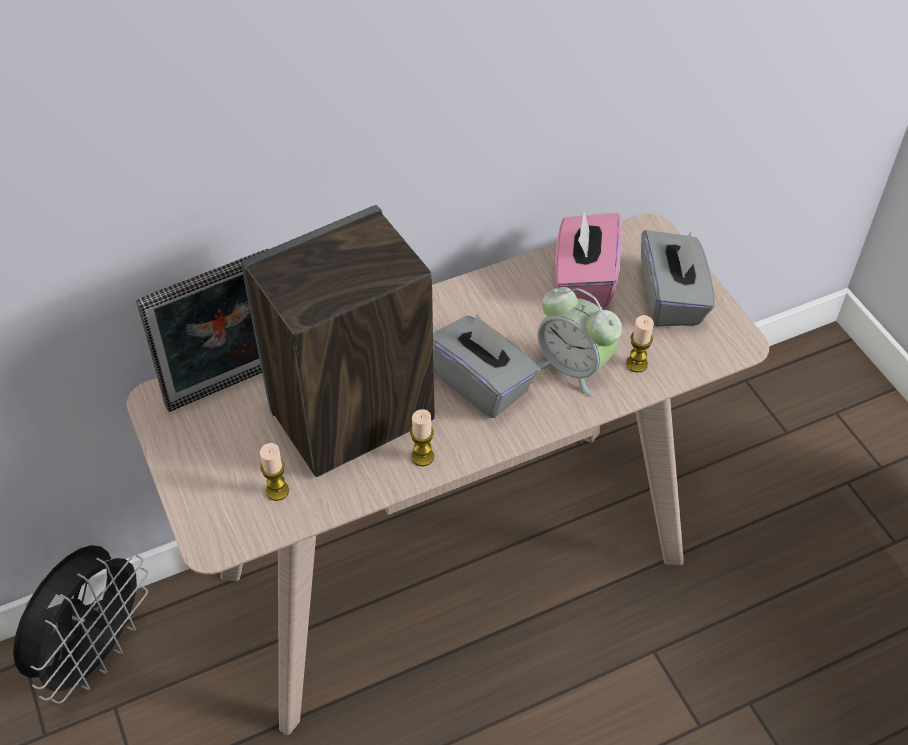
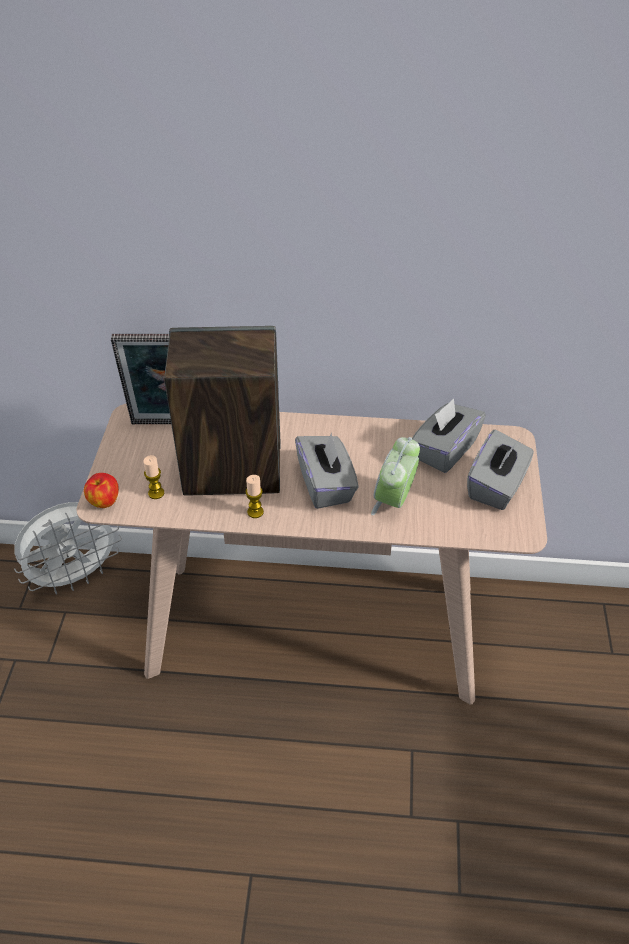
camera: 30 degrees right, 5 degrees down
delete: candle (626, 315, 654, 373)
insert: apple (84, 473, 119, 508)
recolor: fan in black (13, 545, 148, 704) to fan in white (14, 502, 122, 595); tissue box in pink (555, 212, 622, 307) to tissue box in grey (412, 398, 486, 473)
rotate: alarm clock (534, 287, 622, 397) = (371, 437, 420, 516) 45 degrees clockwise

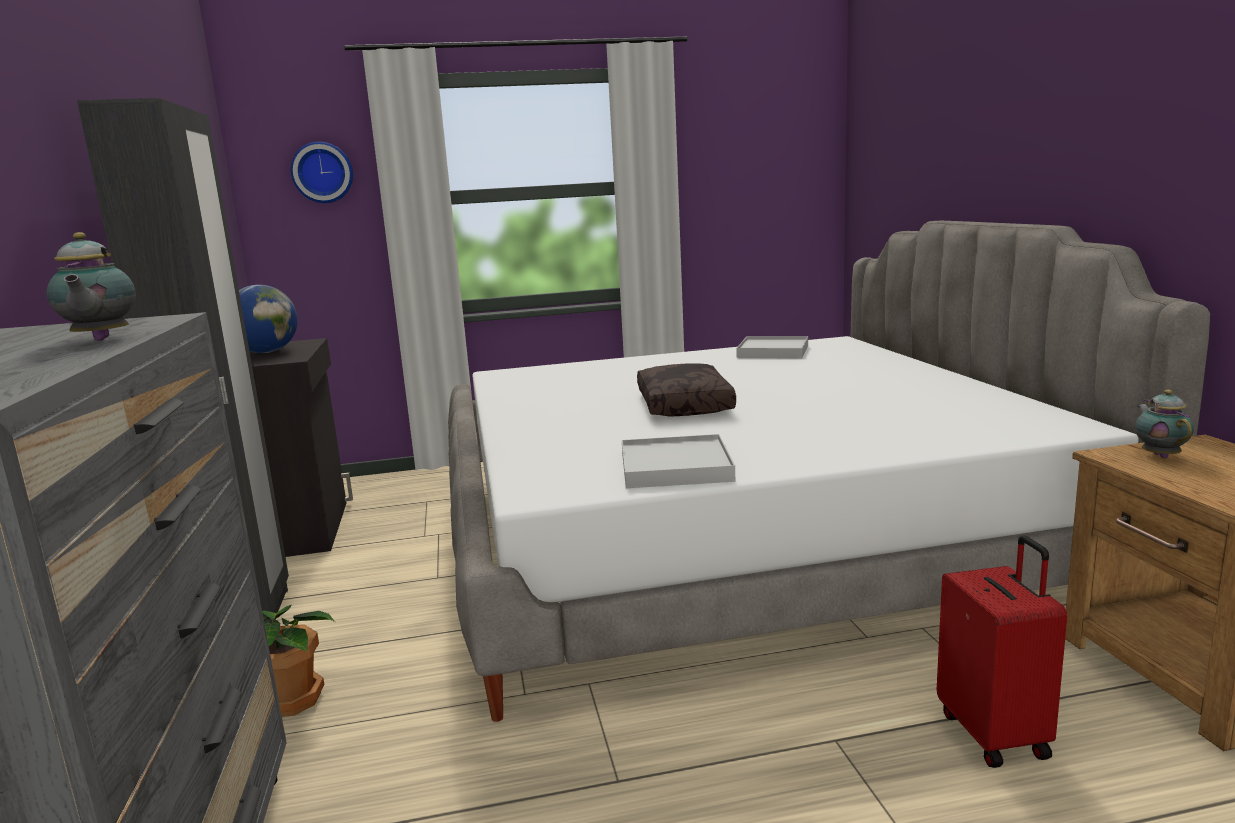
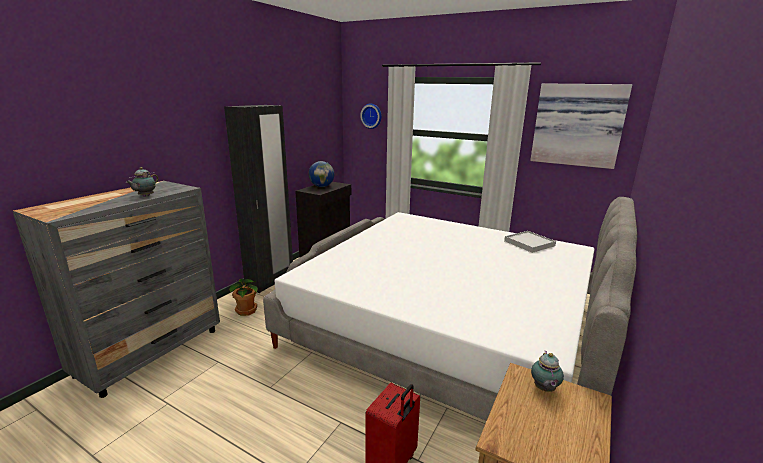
camera: 40 degrees right, 5 degrees up
delete: tray in white (622, 434, 735, 488); pillow in brown (637, 363, 736, 417)
insert: picture (530, 83, 632, 169)
rotate: teapot (1135, 390, 1194, 458) = (531, 350, 564, 392) 150 degrees clockwise

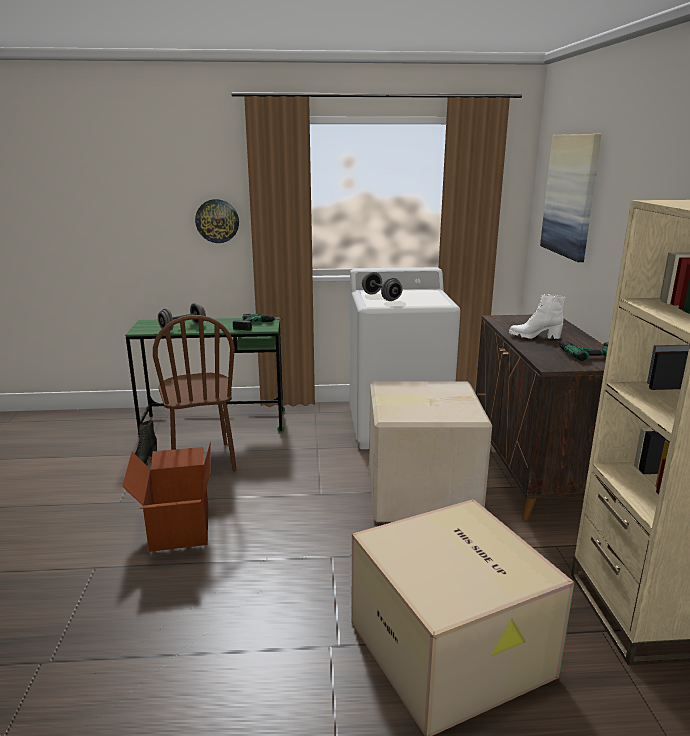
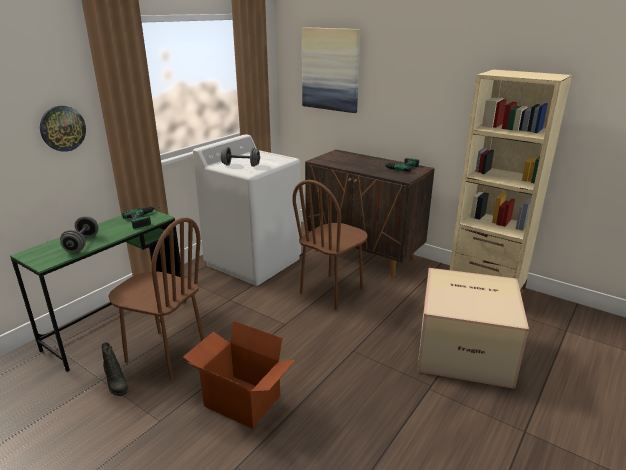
camera: 50 degrees left, 5 degrees up
delete: boot in white (509, 294, 565, 339)
replace: cardboard box (369, 381, 492, 522) to chair in brown (292, 180, 368, 310)

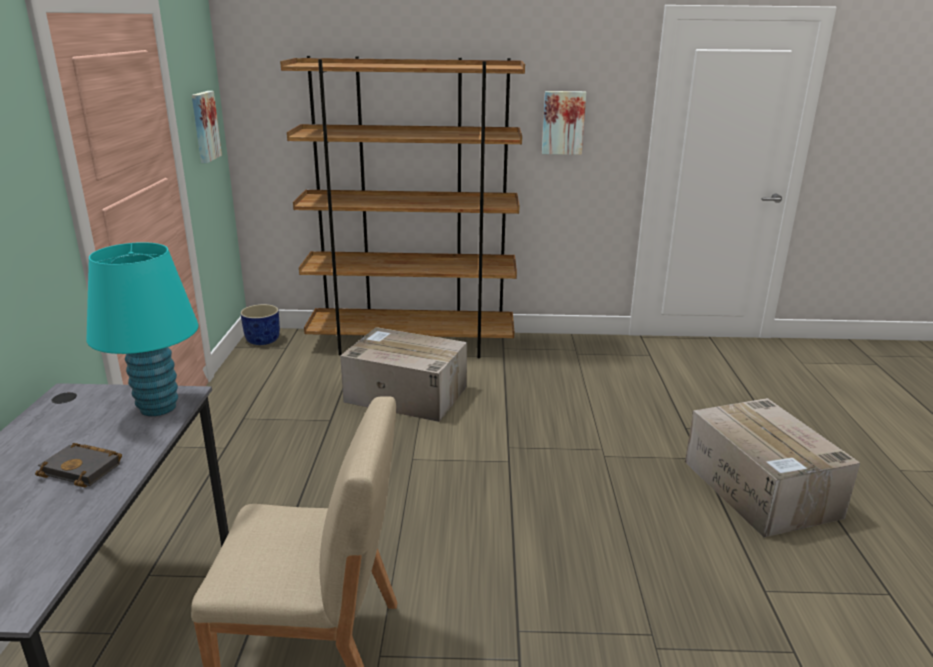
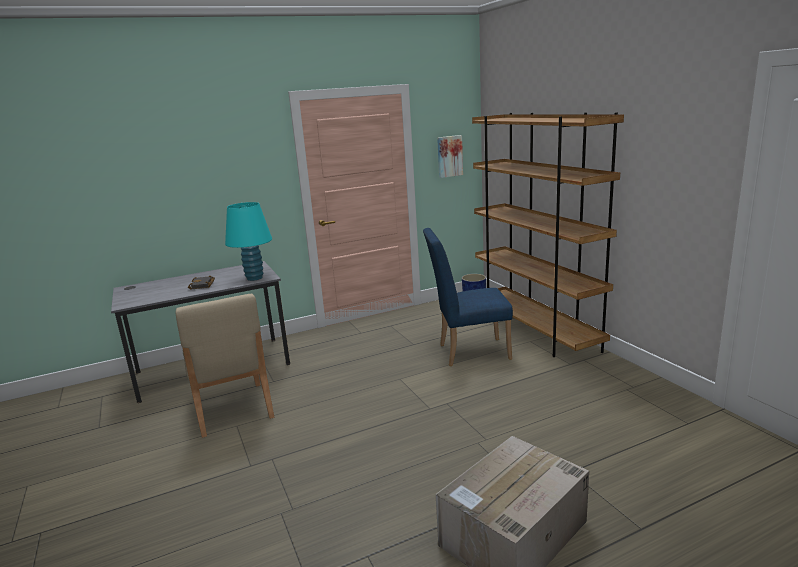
camera: 65 degrees right, 5 degrees down
delete: picture (542, 91, 586, 155)
replace: cardboard box (340, 327, 467, 422) to chair in blue (423, 228, 513, 366)

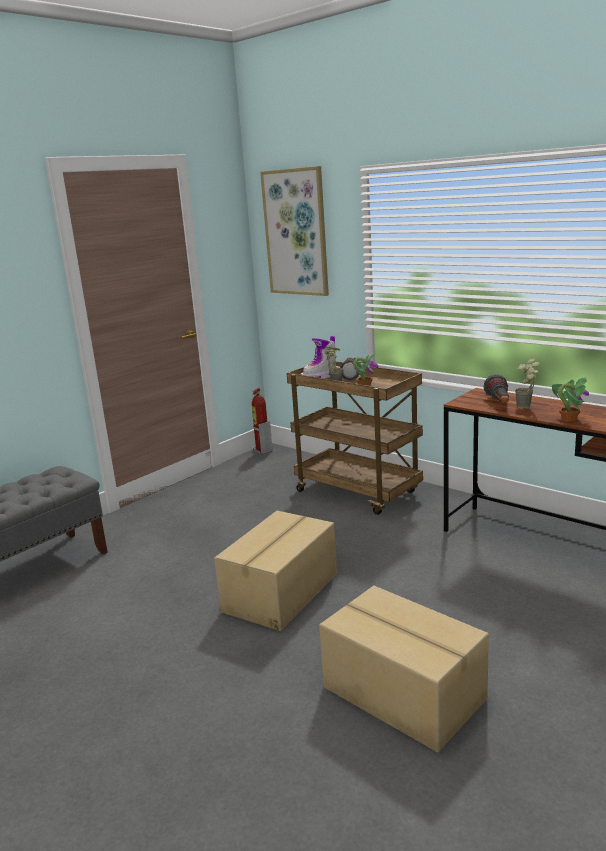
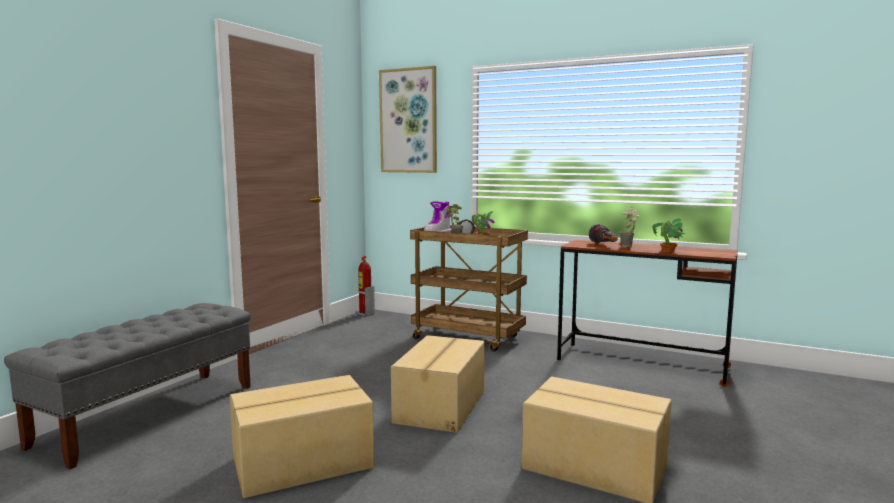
camera: 15 degrees left, 10 degrees down
insert: cardboard box (230, 375, 374, 498)

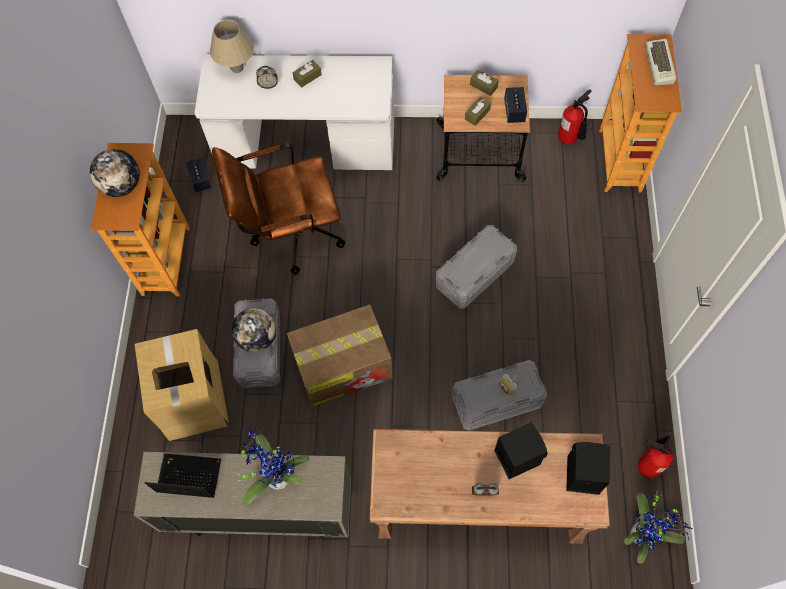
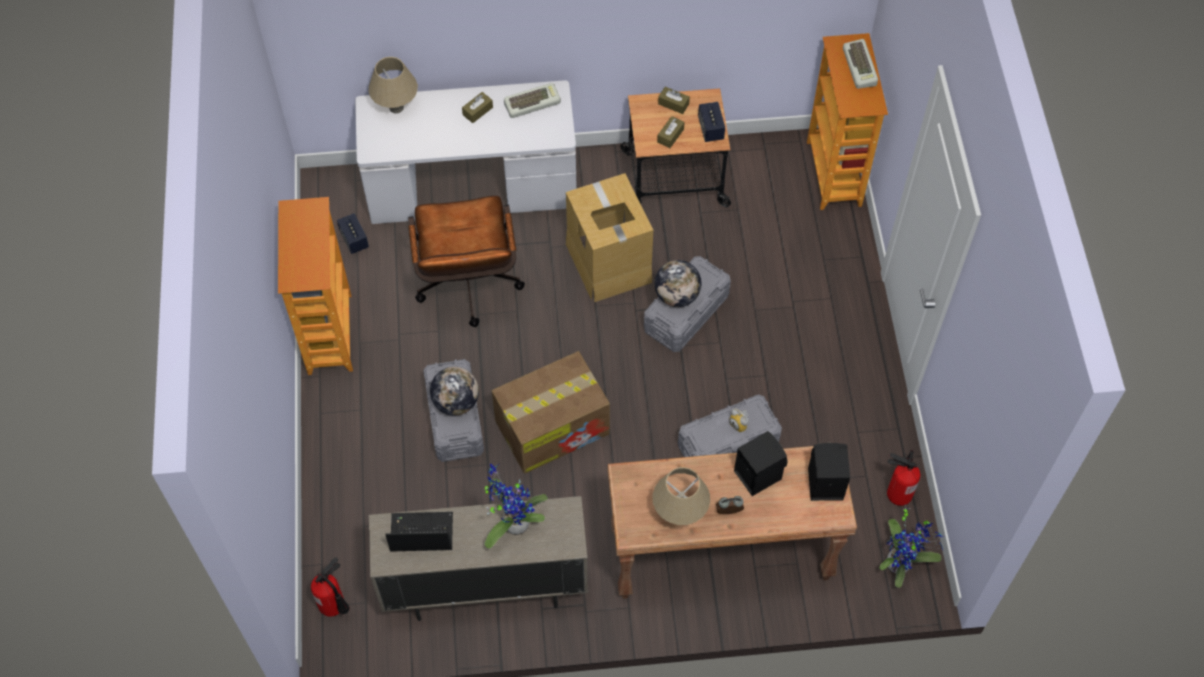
camera: 10 degrees left, 5 degrees down
delete: alarm clock (256, 66, 278, 89)
insert: keyboard (504, 83, 561, 118); table lamp in beige (652, 467, 710, 525)
move: fire extinguisher (558, 89, 591, 145) to (311, 558, 350, 617); cardboard box (135, 329, 229, 441) to (566, 173, 653, 302); globe (90, 149, 140, 197) to (654, 260, 702, 307)
rotate: office chair in brown (212, 143, 345, 275) = (408, 196, 525, 327) 75 degrees counterclockwise

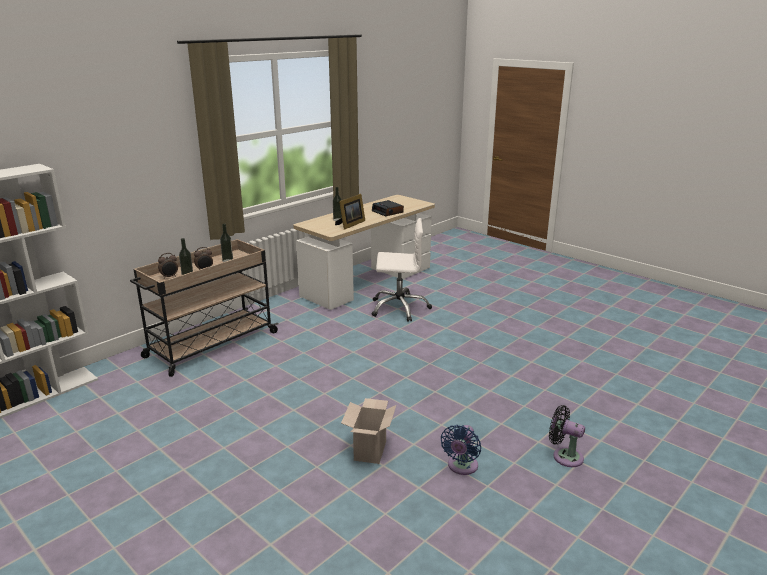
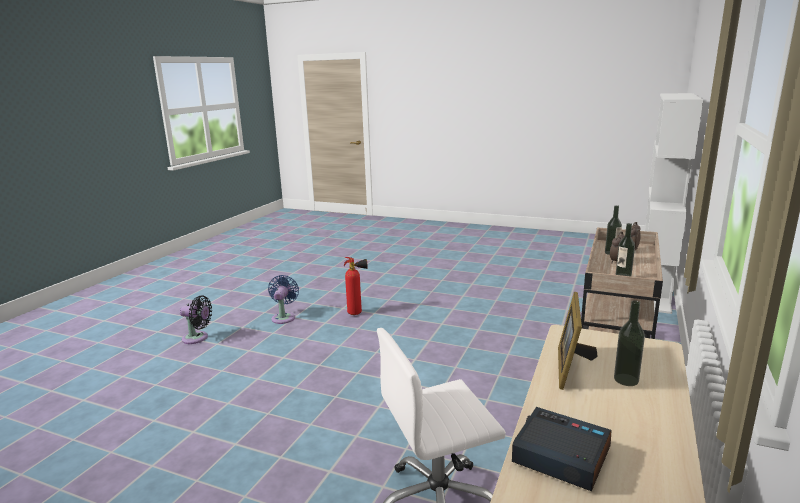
camera: 160 degrees right, 5 degrees down
replace: cardboard box (341, 398, 396, 464) to fire extinguisher (344, 257, 368, 315)

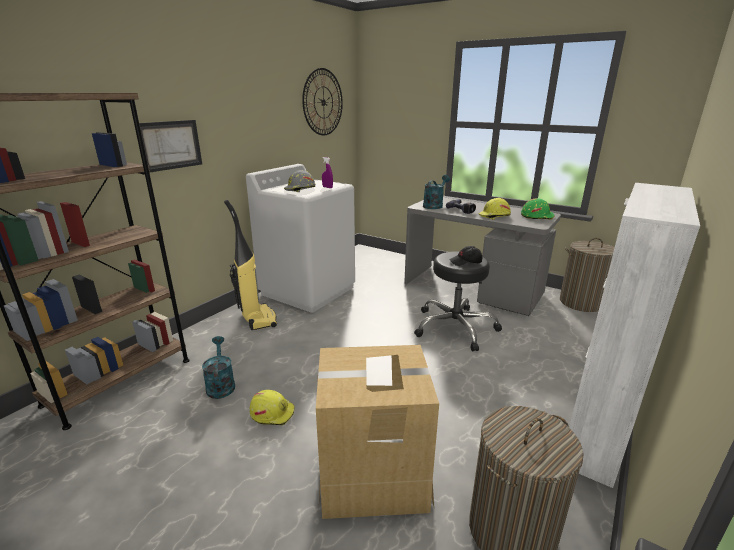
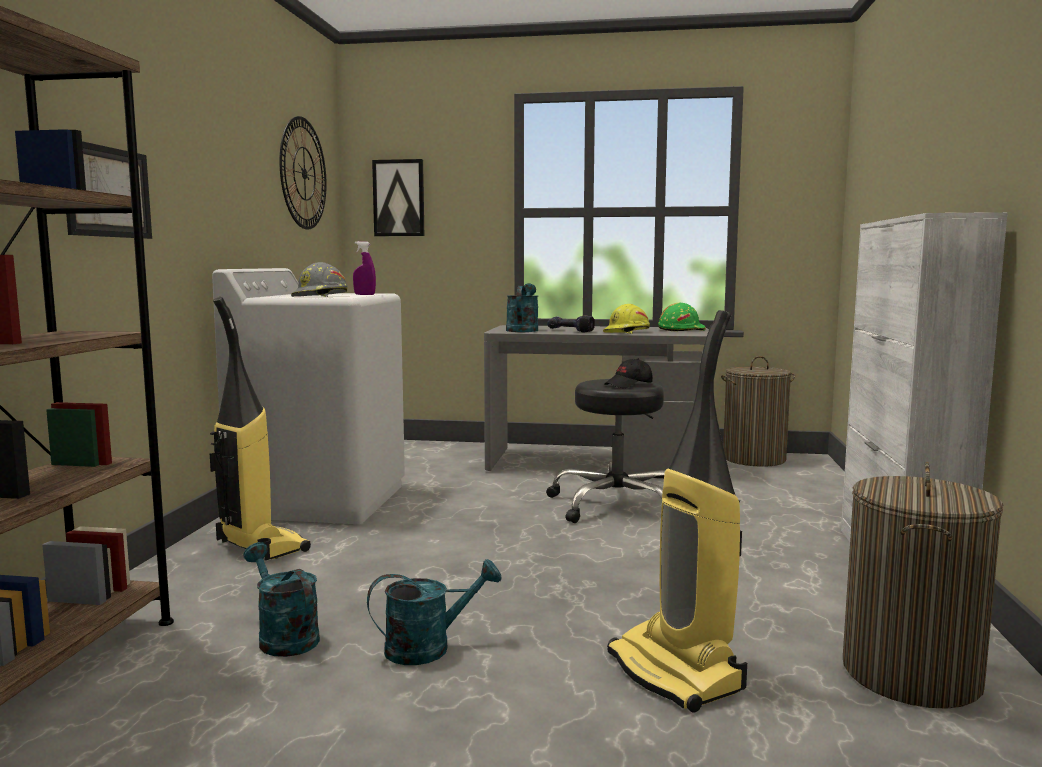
camera: 25 degrees left, 15 degrees down
insert: picture (372, 159, 424, 236)
replace: hard hat in yellow (250, 390, 294, 426) to watering can in turquoise (367, 559, 502, 665); cardboard box (316, 345, 439, 519) to vacuum cleaner (607, 310, 747, 713)

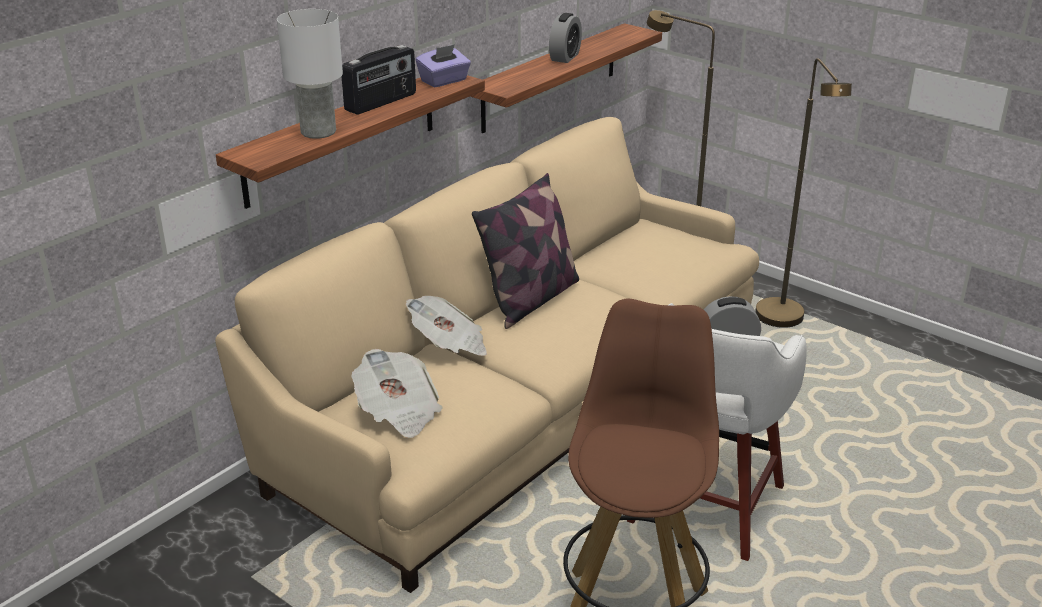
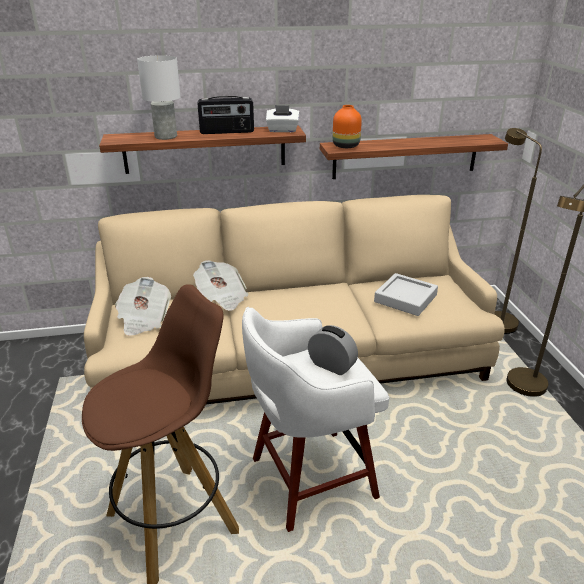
camera: 40 degrees right, 0 degrees up
delete: pillow (472, 173, 579, 329); alarm clock (549, 13, 582, 63)
insert: vase in orange (333, 105, 362, 148); tray in grey (374, 273, 438, 316)
recolor: tissue box in purple (416, 44, 471, 87) to tissue box in white (266, 105, 299, 132)

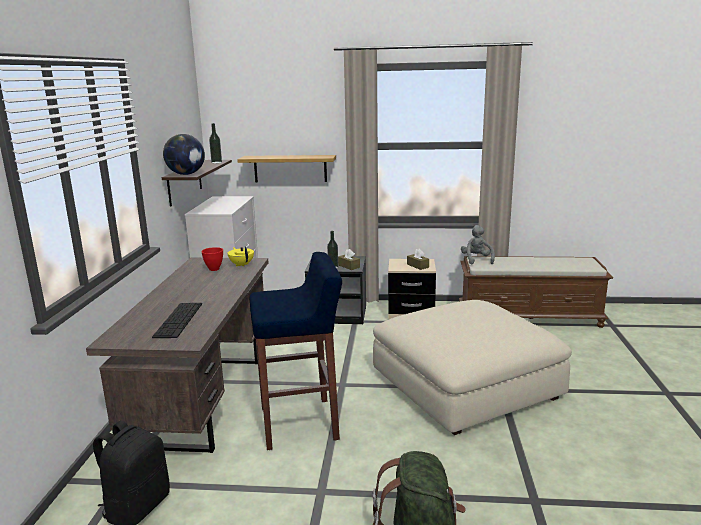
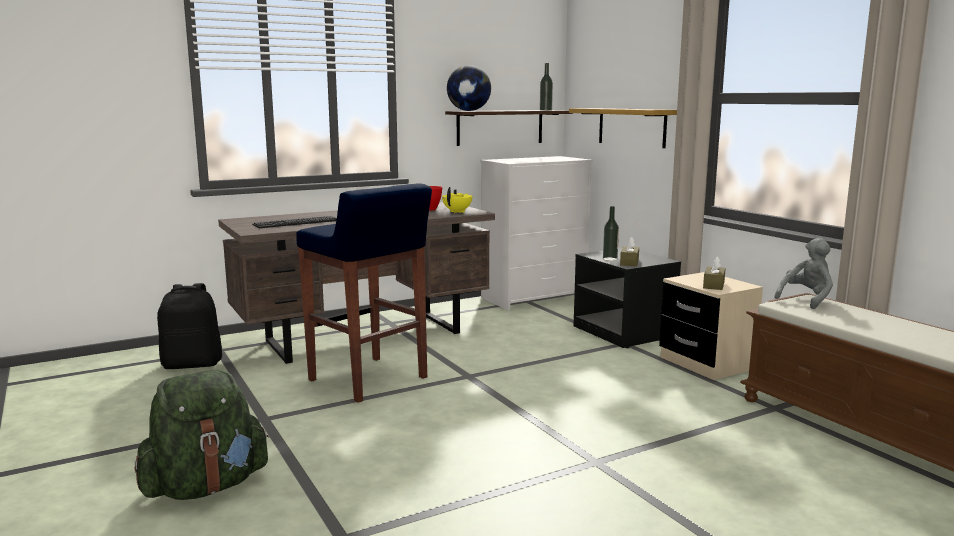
camera: 55 degrees right, 5 degrees down
delete: ottoman in beige (373, 300, 572, 435)

